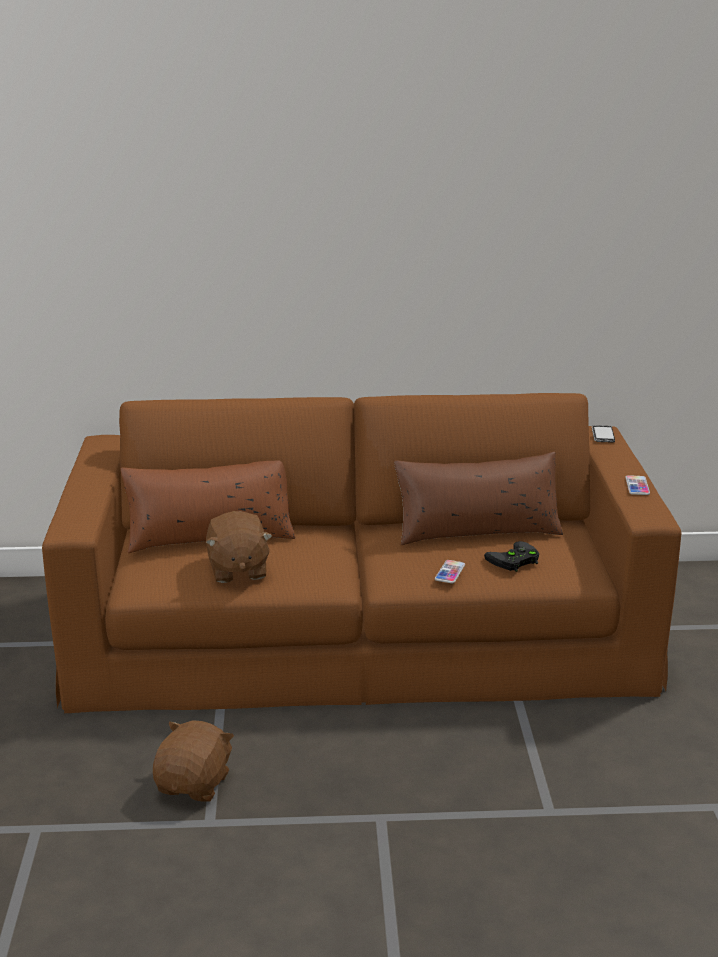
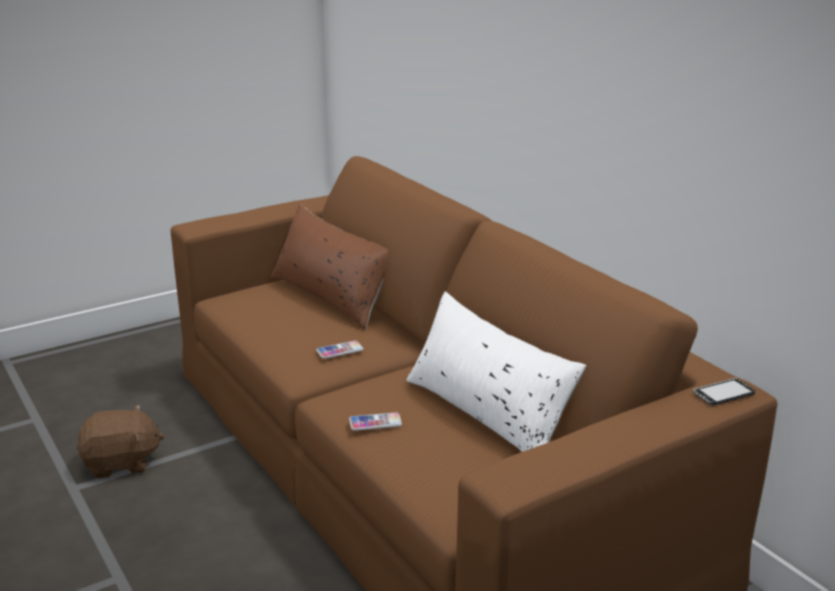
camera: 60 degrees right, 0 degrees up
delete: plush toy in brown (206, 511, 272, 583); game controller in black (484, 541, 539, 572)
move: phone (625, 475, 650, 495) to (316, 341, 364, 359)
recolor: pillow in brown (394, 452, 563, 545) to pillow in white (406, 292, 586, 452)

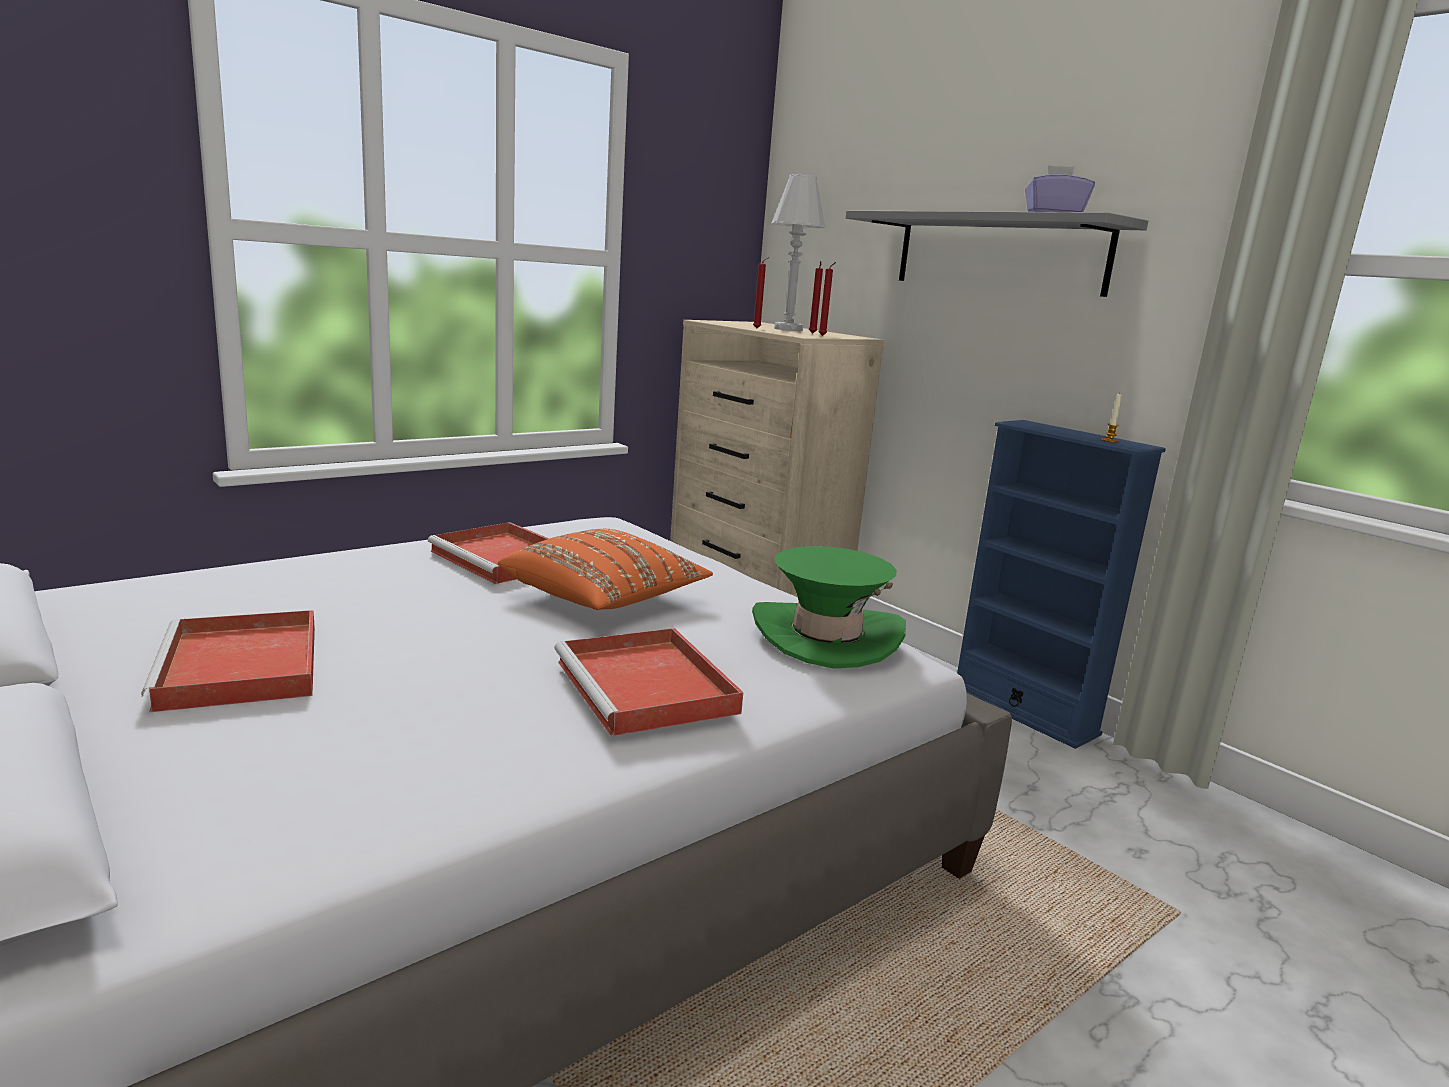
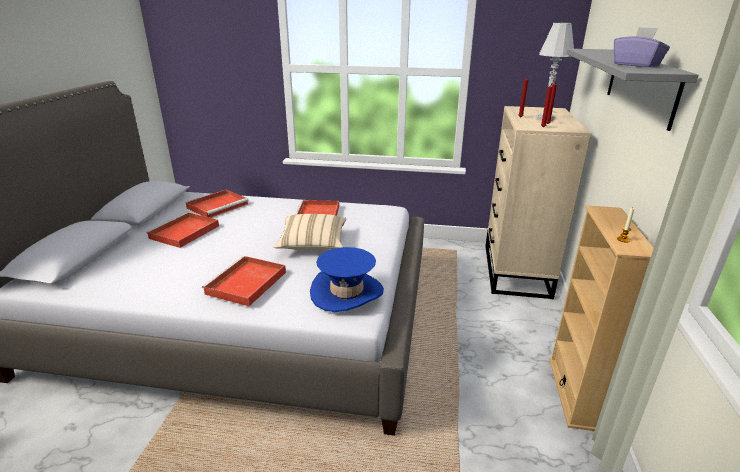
camera: 50 degrees right, 10 degrees up
insert: tray in red (186, 190, 249, 218)
recolor: pillow in orange (498, 529, 713, 610) to pillow in beige (274, 214, 346, 250); hat in green (752, 546, 906, 668) to hat in blue (310, 247, 384, 312); bookcase in blue (957, 420, 1166, 749) to bookcase in beige (549, 206, 654, 431)

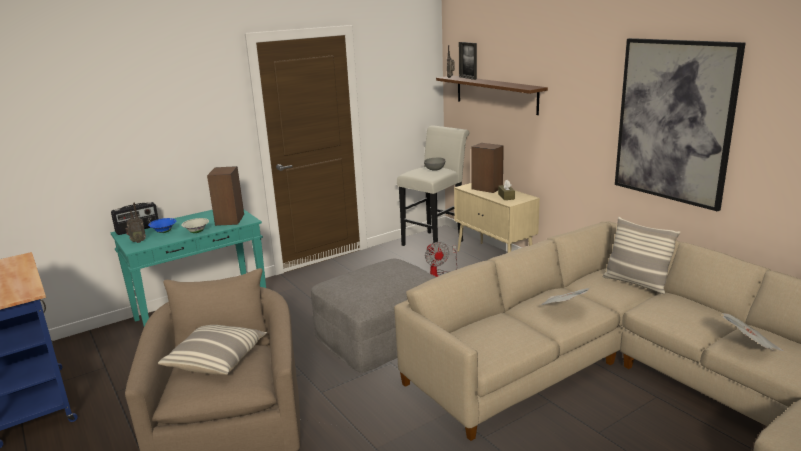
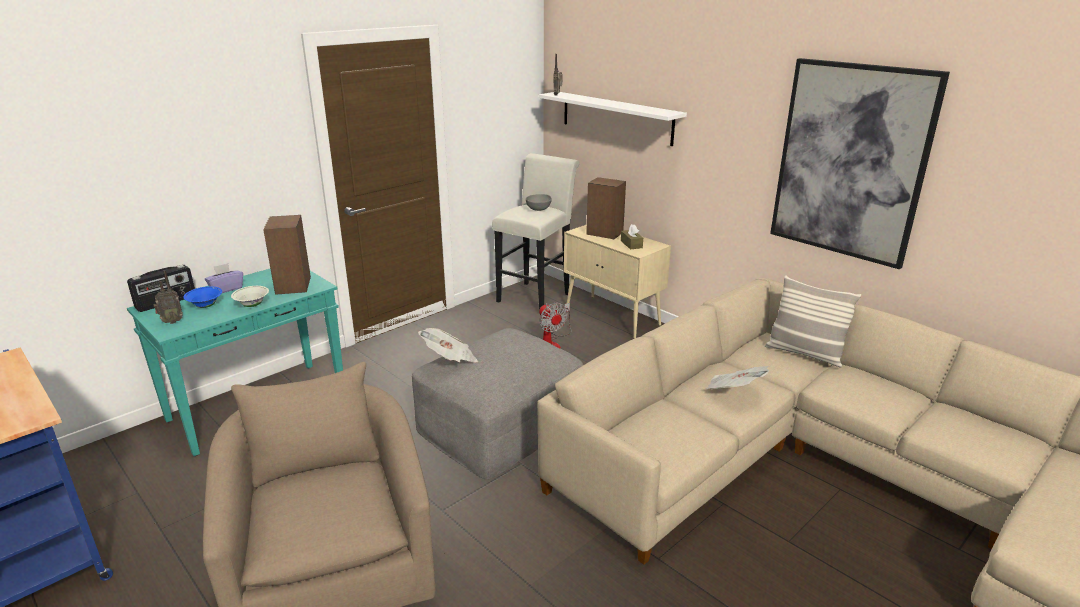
camera: 10 degrees left, 5 degrees up
delete: pillow (158, 325, 267, 375); picture frame (459, 42, 477, 80)
insert: tissue box in purple (205, 263, 243, 293)
move: newspaper (722, 313, 784, 351) to (418, 328, 478, 362)
recolor: shelf in brown (436, 76, 548, 115) to shelf in white (539, 92, 687, 146)

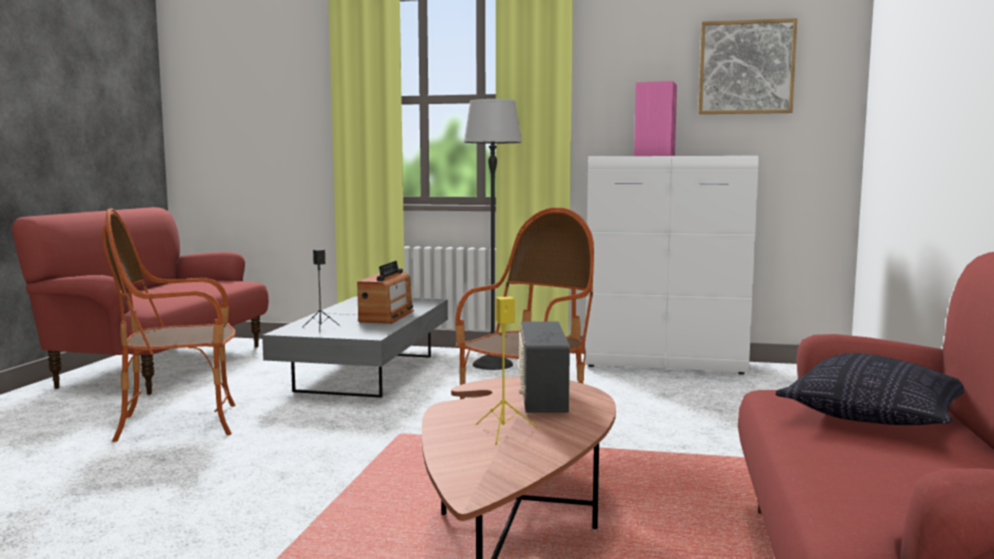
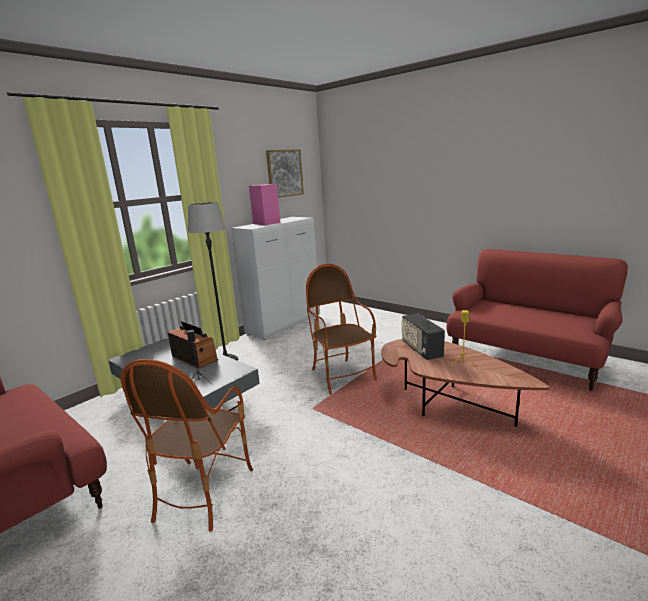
camera: 60 degrees left, 10 degrees up
delete: pillow (775, 353, 964, 425)
rotate: radio (519, 321, 570, 412) = (401, 313, 445, 360) 45 degrees clockwise

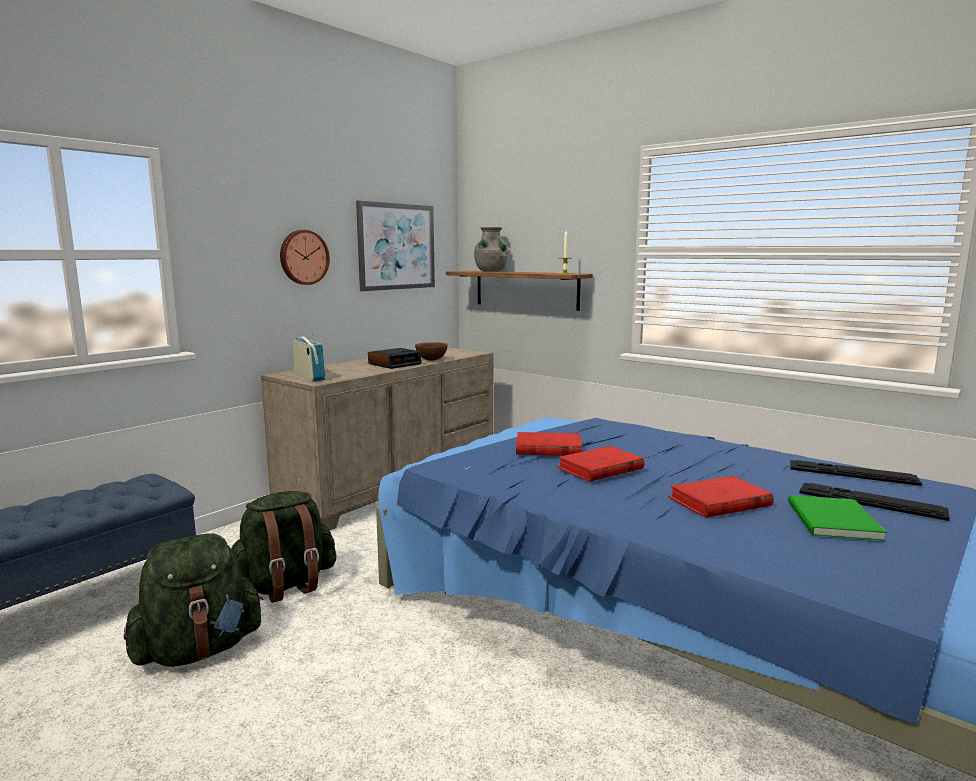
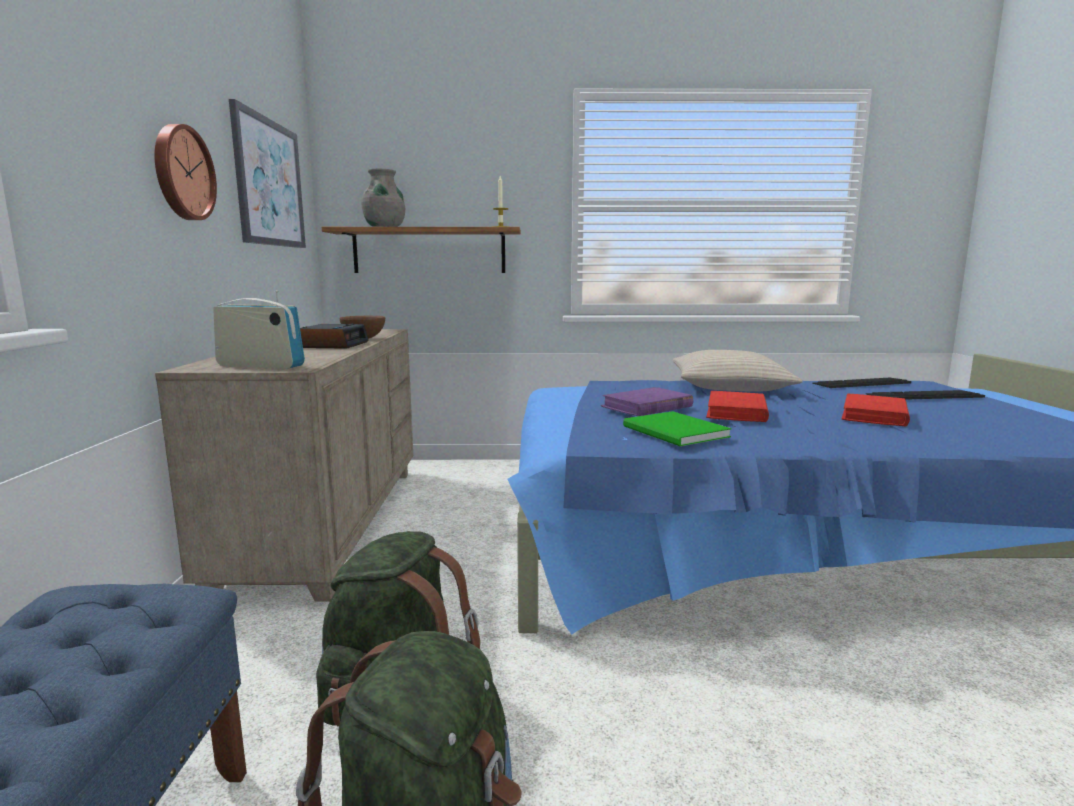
camera: 40 degrees left, 0 degrees up
insert: pillow in beige (673, 350, 802, 392)
move: book in green (788, 495, 887, 541) to (623, 411, 732, 446)
recolor: book in red (516, 432, 582, 456) to book in purple (601, 387, 693, 416)

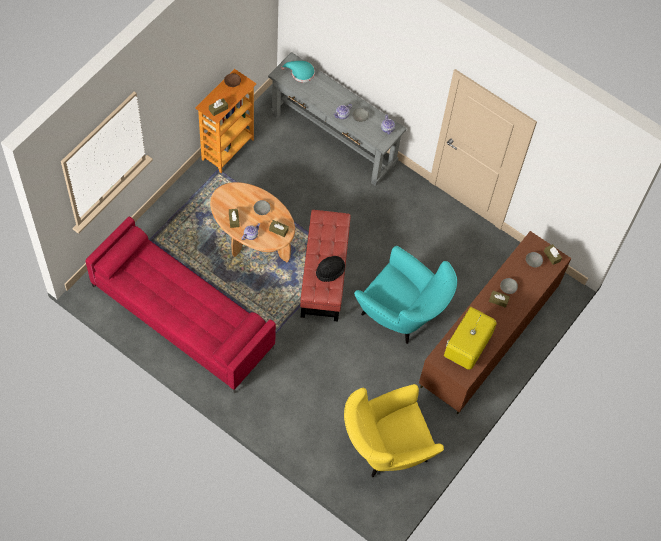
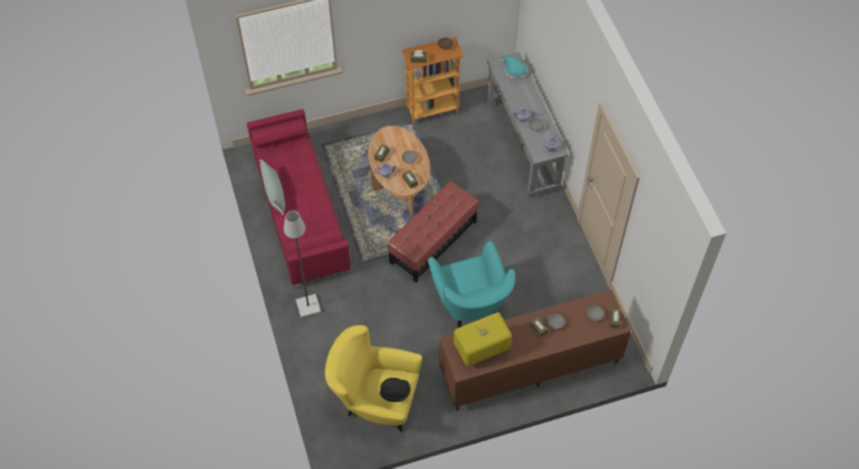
camera: 40 degrees right, 5 degrees down
insert: pillow in green (260, 159, 285, 215); floor lamp in grey (284, 210, 321, 318)
move: hat in black (316, 256, 345, 282) to (380, 378, 411, 402)

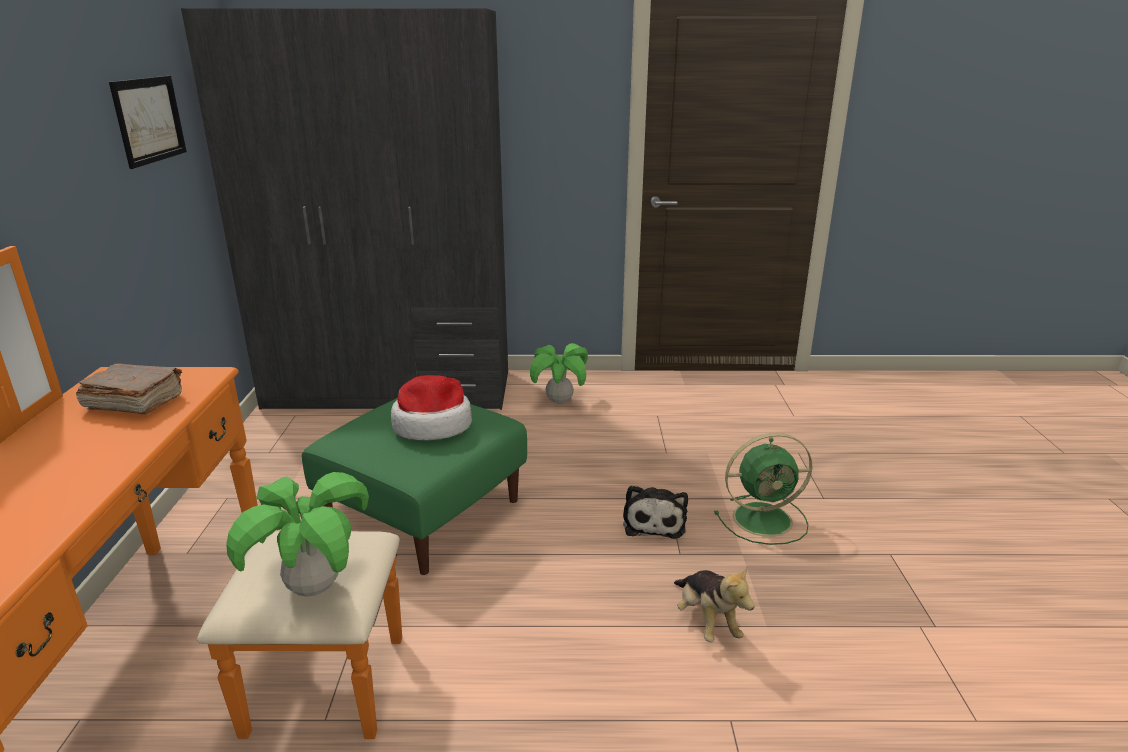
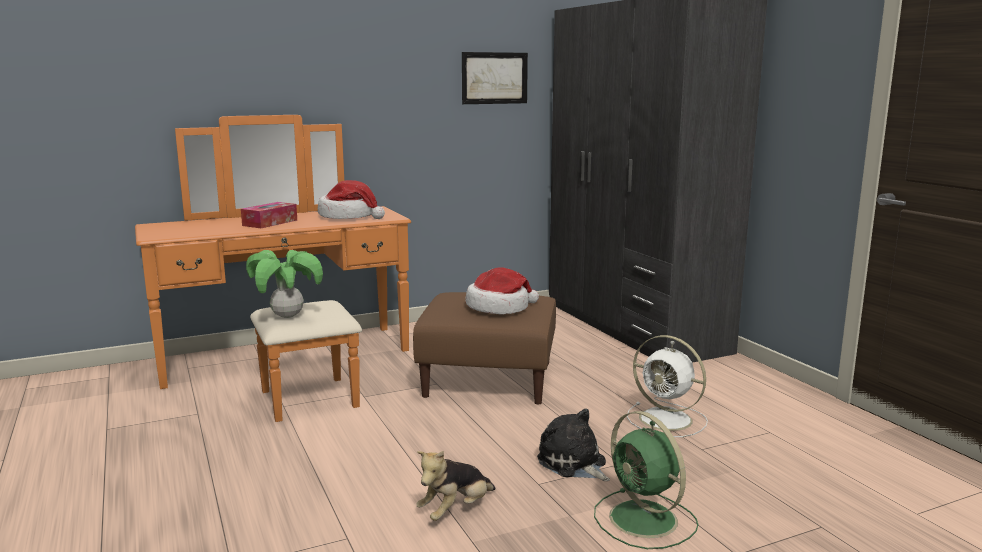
camera: 65 degrees right, 10 degrees down
delete: potted plant (530, 343, 588, 404)
insert: tissue box (241, 202, 297, 228); fan in white (627, 335, 708, 437)
replace: book in brown (76, 363, 182, 414) to hat (318, 180, 385, 219)
recolor: ottoman in green (302, 398, 527, 575) to ottoman in brown (413, 292, 556, 404)
rotate: plush toy (623, 485, 688, 539) = (537, 409, 610, 481) 75 degrees clockwise

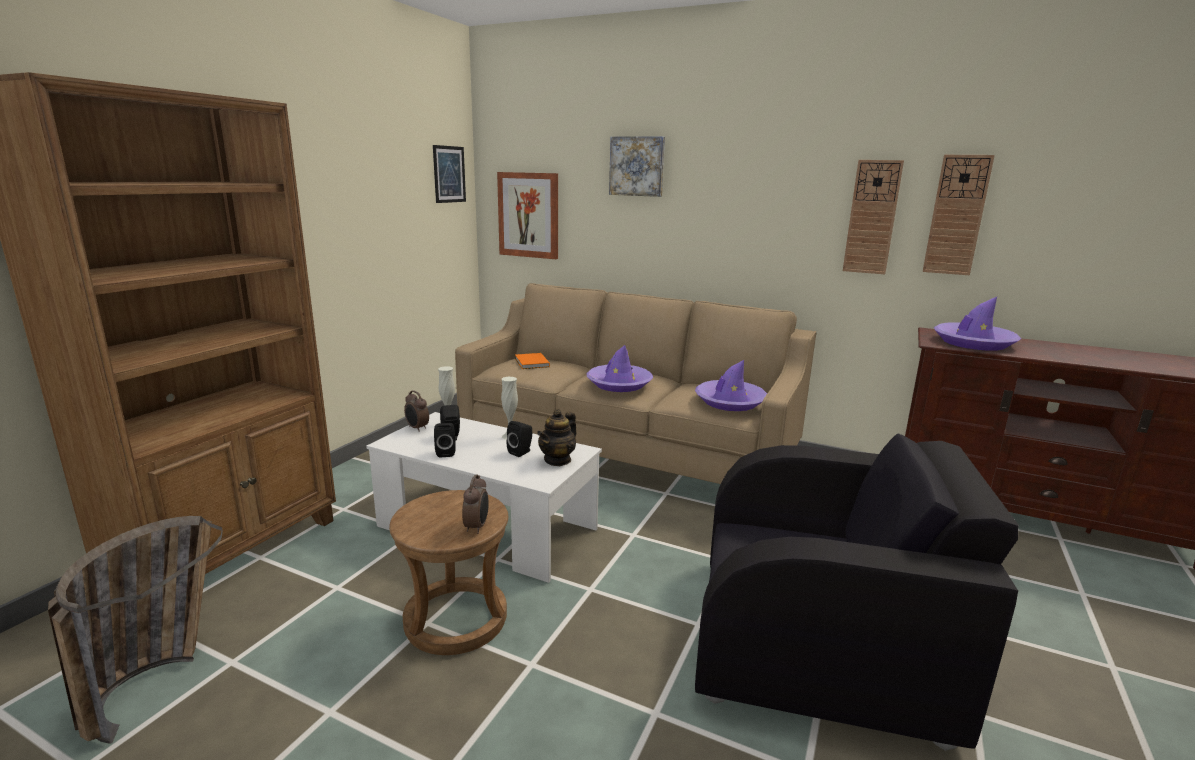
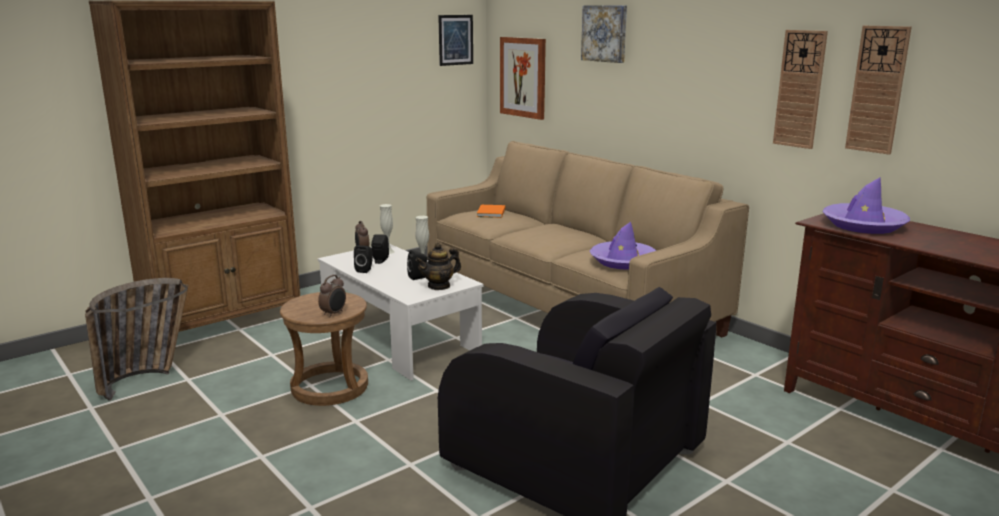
camera: 25 degrees right, 0 degrees up
delete: hat in purple (587, 345, 653, 392)

